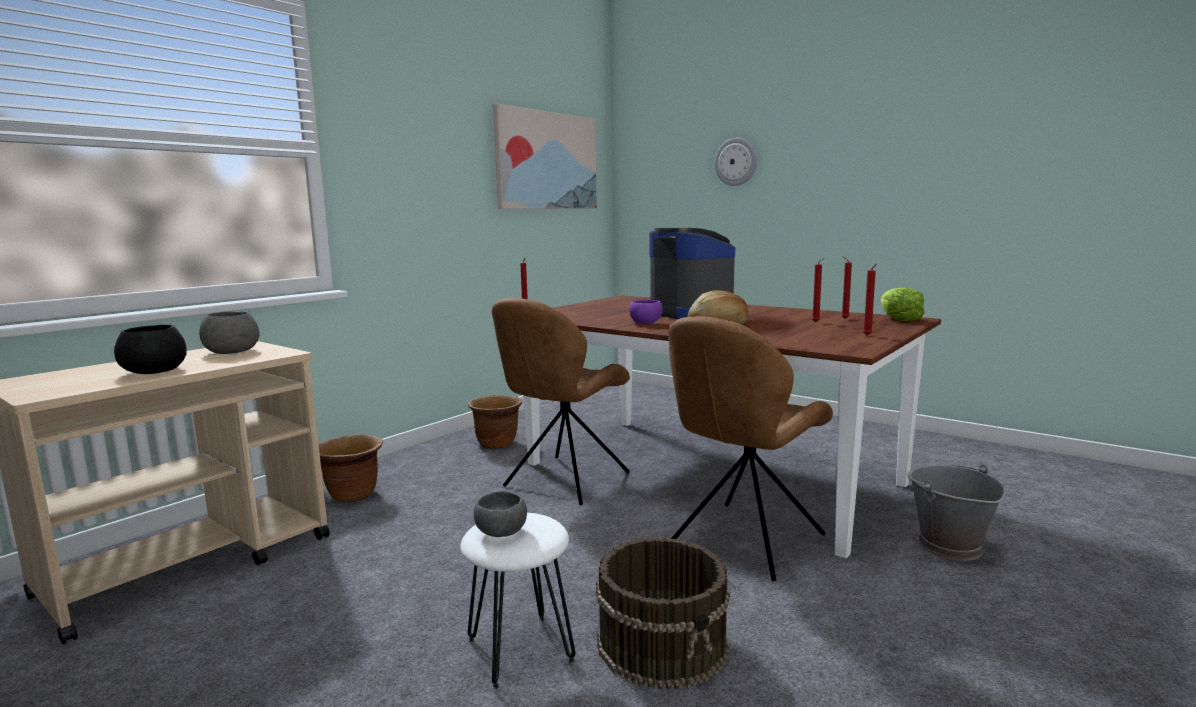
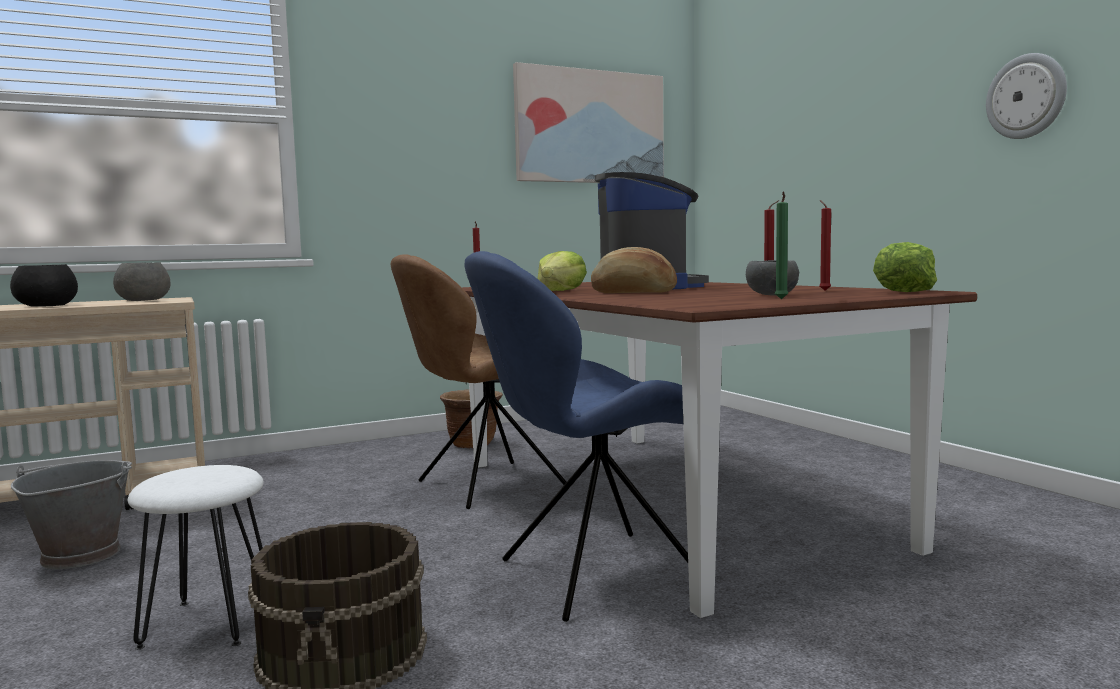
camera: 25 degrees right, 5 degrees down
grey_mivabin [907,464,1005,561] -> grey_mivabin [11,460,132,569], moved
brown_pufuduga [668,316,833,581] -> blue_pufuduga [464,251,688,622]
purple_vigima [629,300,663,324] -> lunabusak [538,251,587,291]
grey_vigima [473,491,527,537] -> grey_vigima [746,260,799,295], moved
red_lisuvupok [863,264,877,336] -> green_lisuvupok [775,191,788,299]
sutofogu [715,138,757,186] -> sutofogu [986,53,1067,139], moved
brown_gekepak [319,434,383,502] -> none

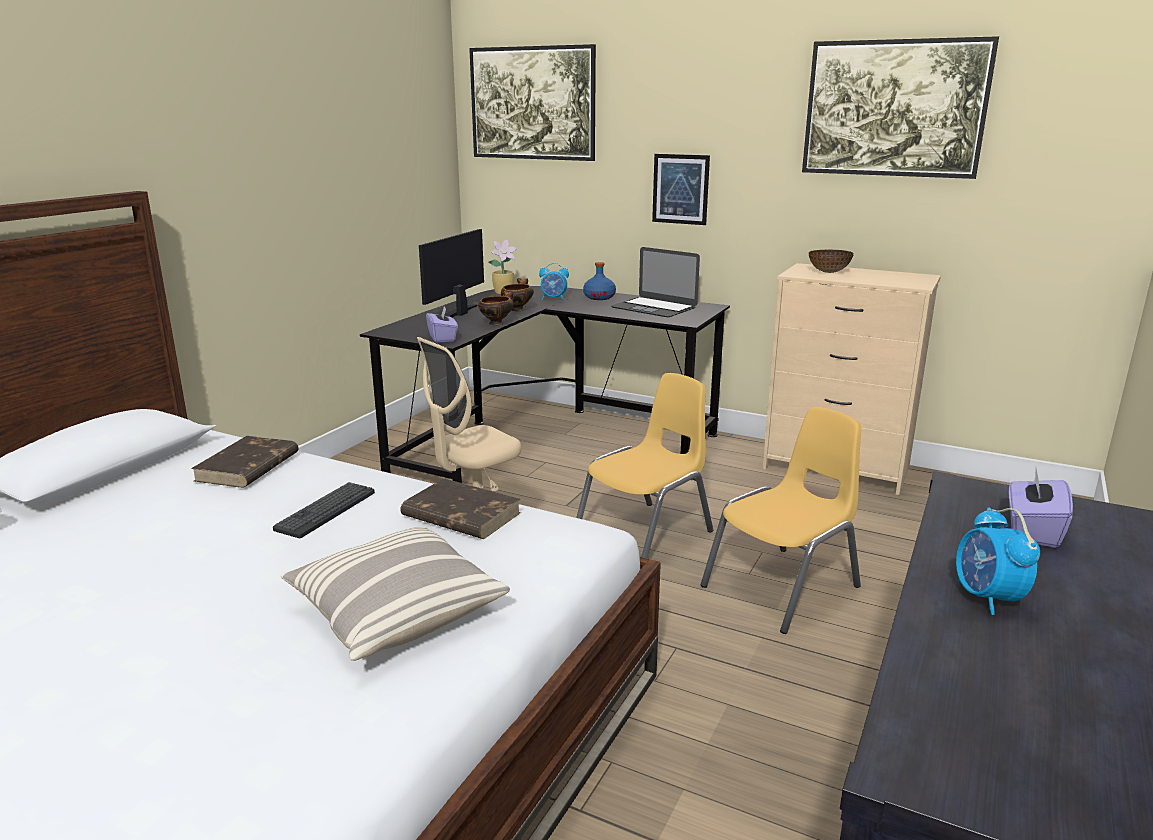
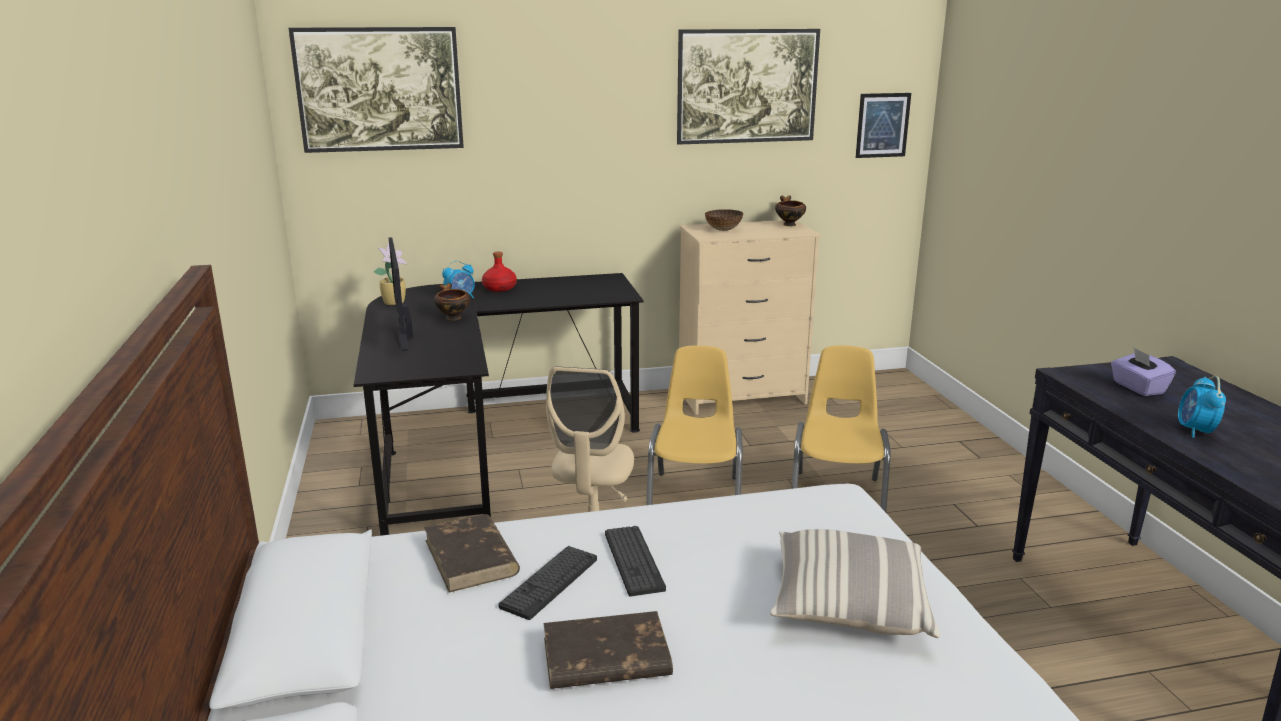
camera: 40 degrees left, 0 degrees up
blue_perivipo [583,262,616,300] -> red_perivipo [482,252,517,292]
none -> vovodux [499,546,597,620]
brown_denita [400,478,521,539] -> brown_denita [544,611,673,689], moved
vigima [478,290,514,325] -> vigima [775,195,806,226], moved
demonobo [652,154,710,225] -> demonobo [856,93,911,158], moved
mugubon [956,507,1040,615] -> mugubon [1178,376,1226,438], 60 degrees clockwise
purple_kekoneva [426,306,458,343] -> none
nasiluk [611,247,700,317] -> none

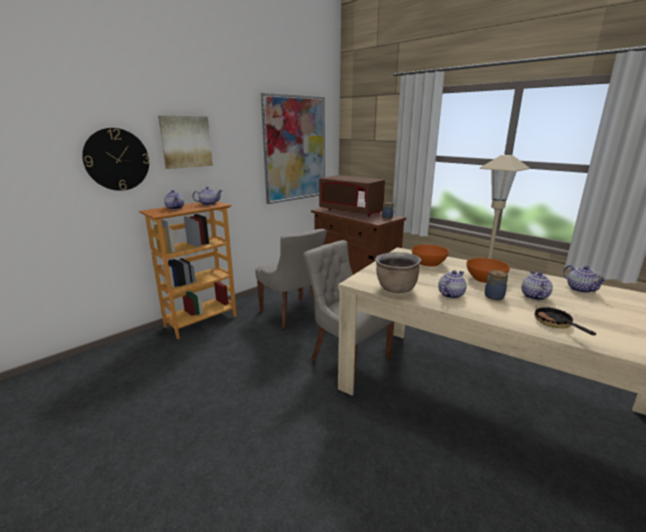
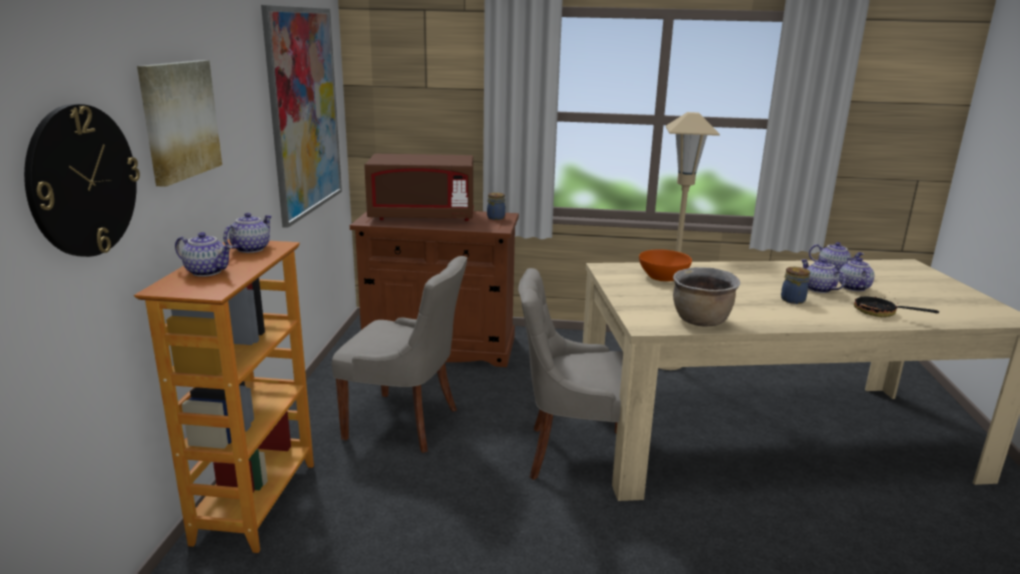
camera: 40 degrees left, 0 degrees up
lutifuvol [438,270,466,299] -> lutifuvol [839,258,874,292], moved
orange_vigima [466,258,510,283] -> none

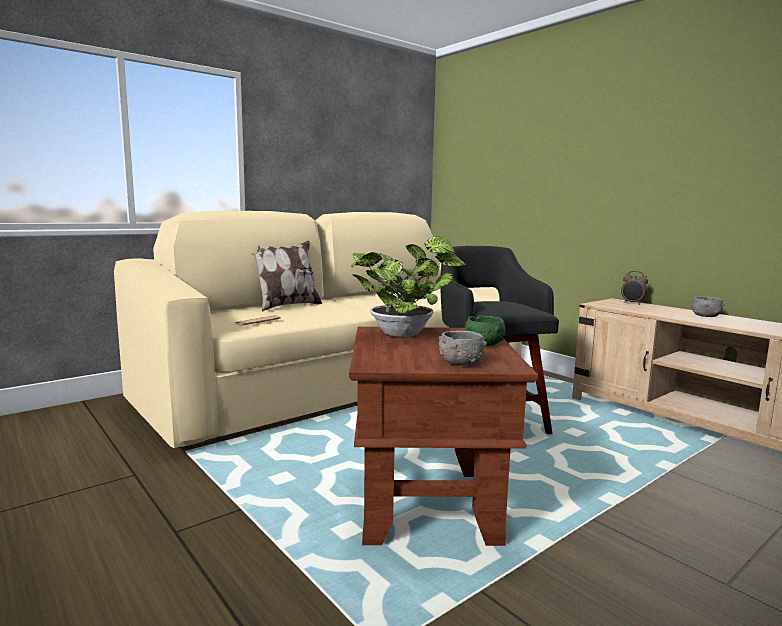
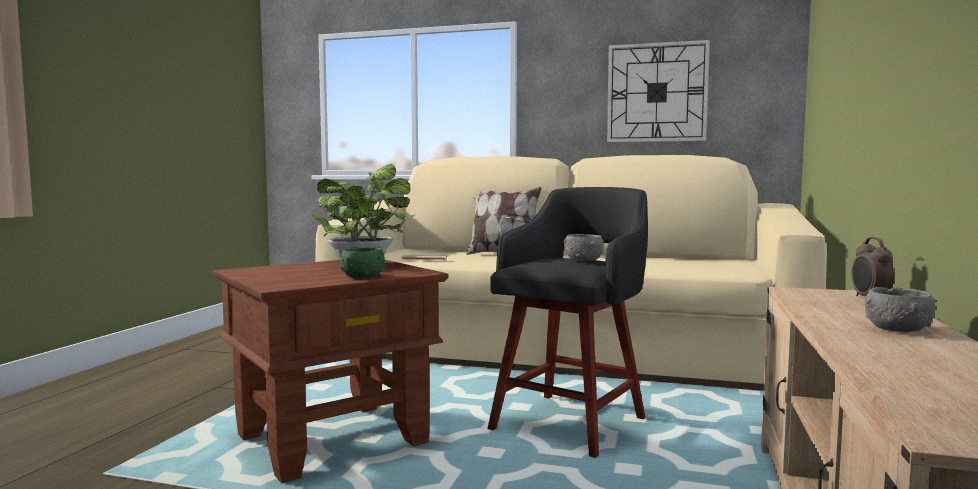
camera: 55 degrees right, 5 degrees down
grey_vigima [439,331,487,365] -> grey_vigima [563,234,604,261], moved
none -> sutofogu [607,40,710,142]

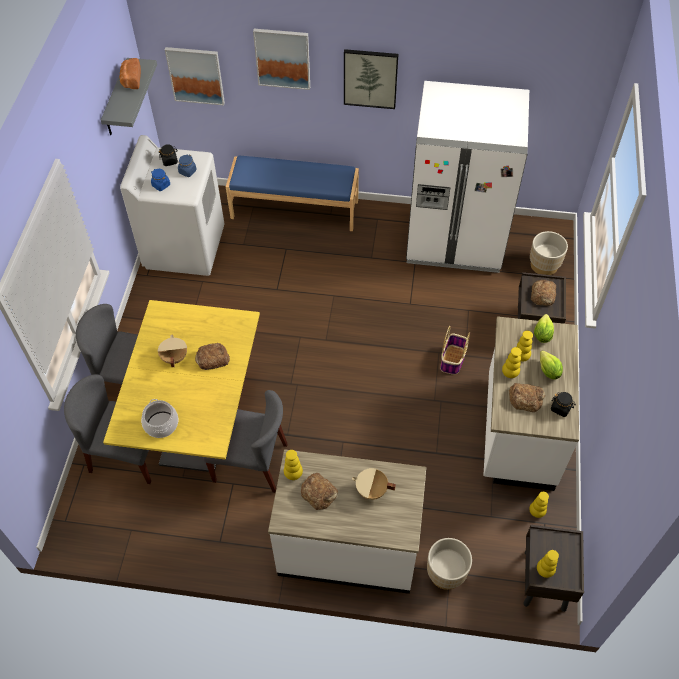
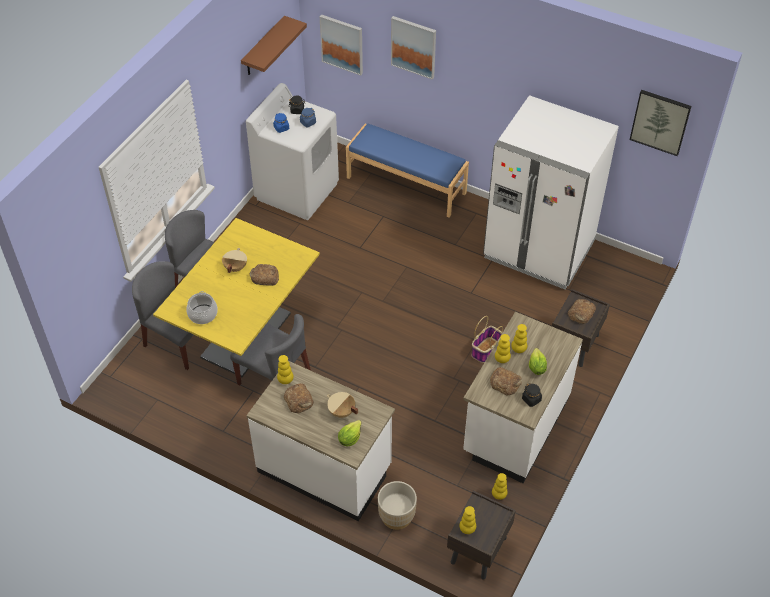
camera: 20 degrees right, 5 degrees down
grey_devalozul [101,58,157,135] -> brown_devalozul [241,16,307,75]
lunabusak [534,314,554,343] -> lunabusak [338,420,362,447], moved
demonobo [344,49,398,109] -> demonobo [630,90,692,156], moved
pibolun [120,58,141,89] -> none
beige_gekepak [530,231,568,275] -> none

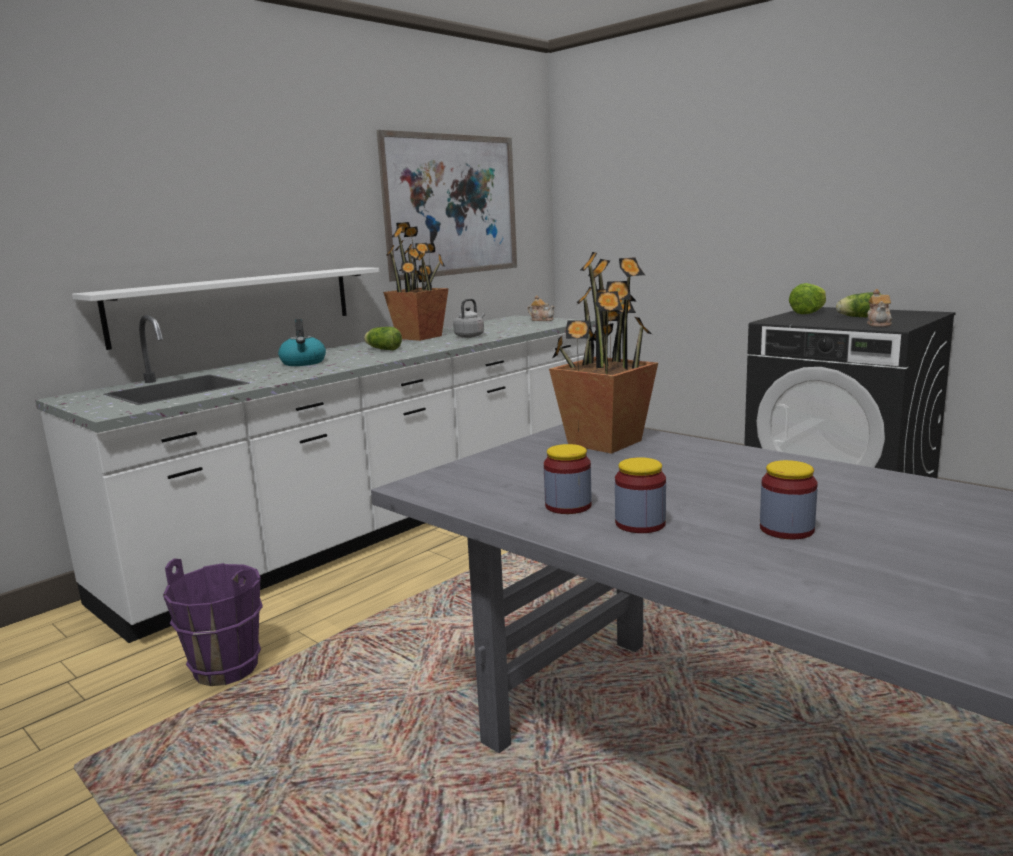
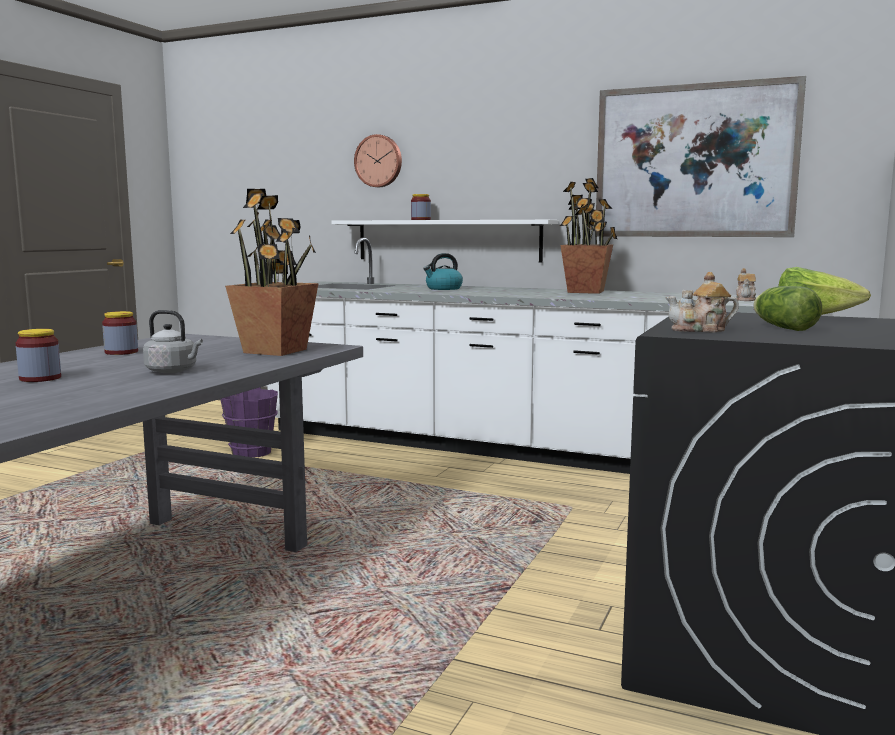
camera: 70 degrees right, 5 degrees down
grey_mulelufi [453,298,485,338] -> grey_mulelufi [143,310,203,373], moved
none -> sutofogu [354,134,402,187]
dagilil [615,457,666,533] -> dagilil [411,194,431,220], moved
lunabusak [364,327,402,350] -> none

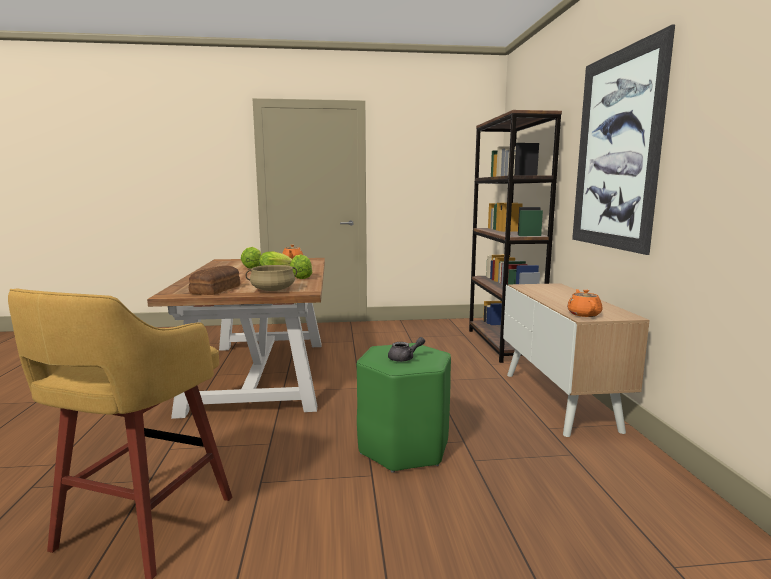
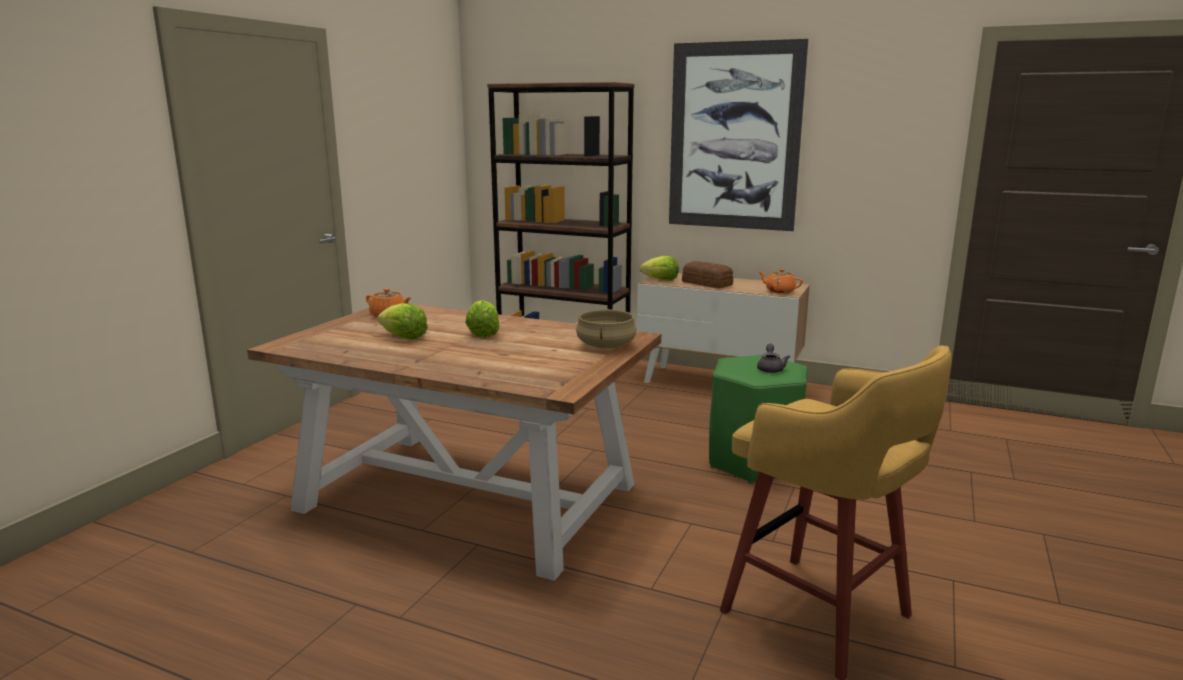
camera: 60 degrees left, 5 degrees up
lunabusak [290,254,312,279] -> lunabusak [640,256,679,281], moved
pibolun [189,266,240,295] -> pibolun [682,261,733,289], moved

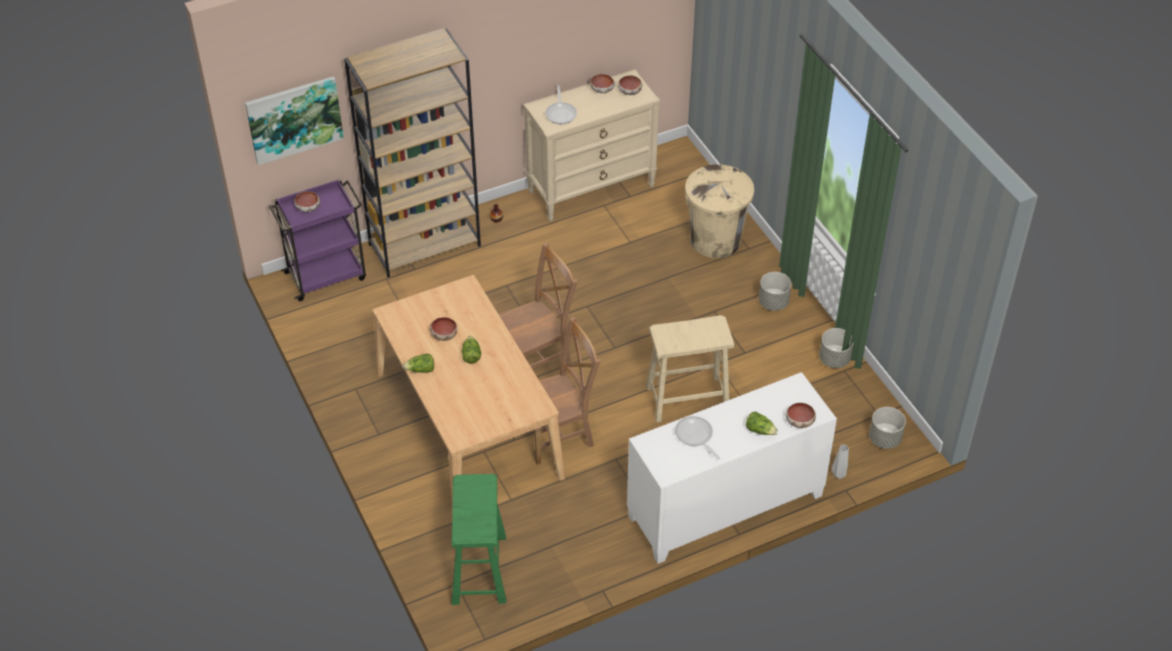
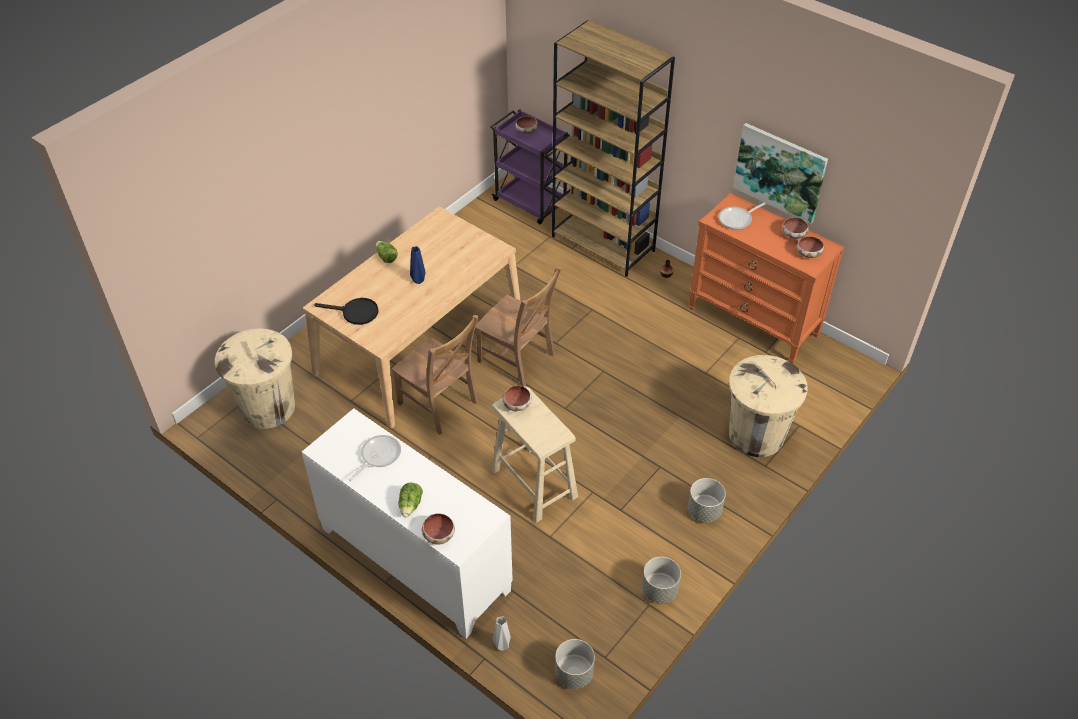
camera: 65 degrees right, 0 degrees up
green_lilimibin [452,474,506,605] -> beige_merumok [215,329,295,429]
none -> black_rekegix [314,298,379,325]
lunabusak [462,336,481,364] -> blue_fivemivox [410,246,426,284]
vigima [430,317,458,341] -> vigima [503,386,532,411], moved
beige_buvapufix [523,69,660,221] -> orange_buvapufix [689,193,845,364]
demonobo [245,76,344,165] -> demonobo [733,123,828,224], moved

